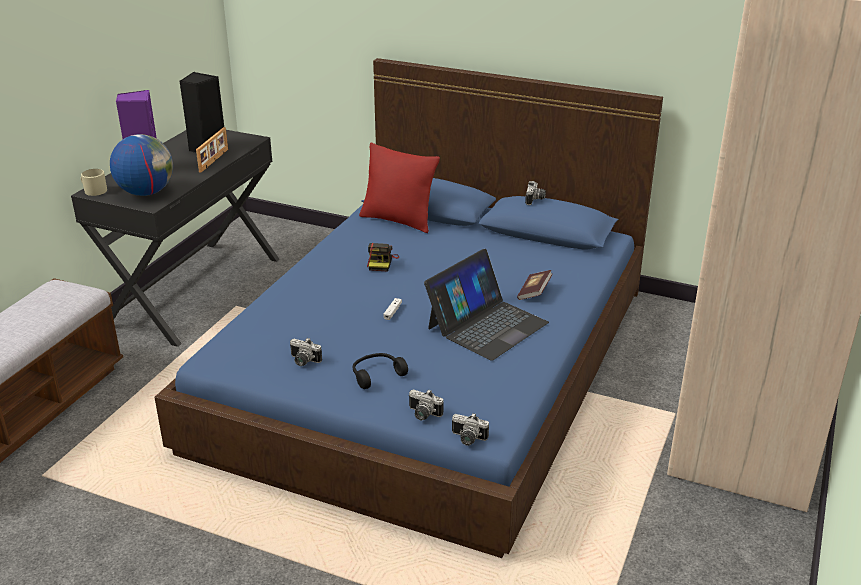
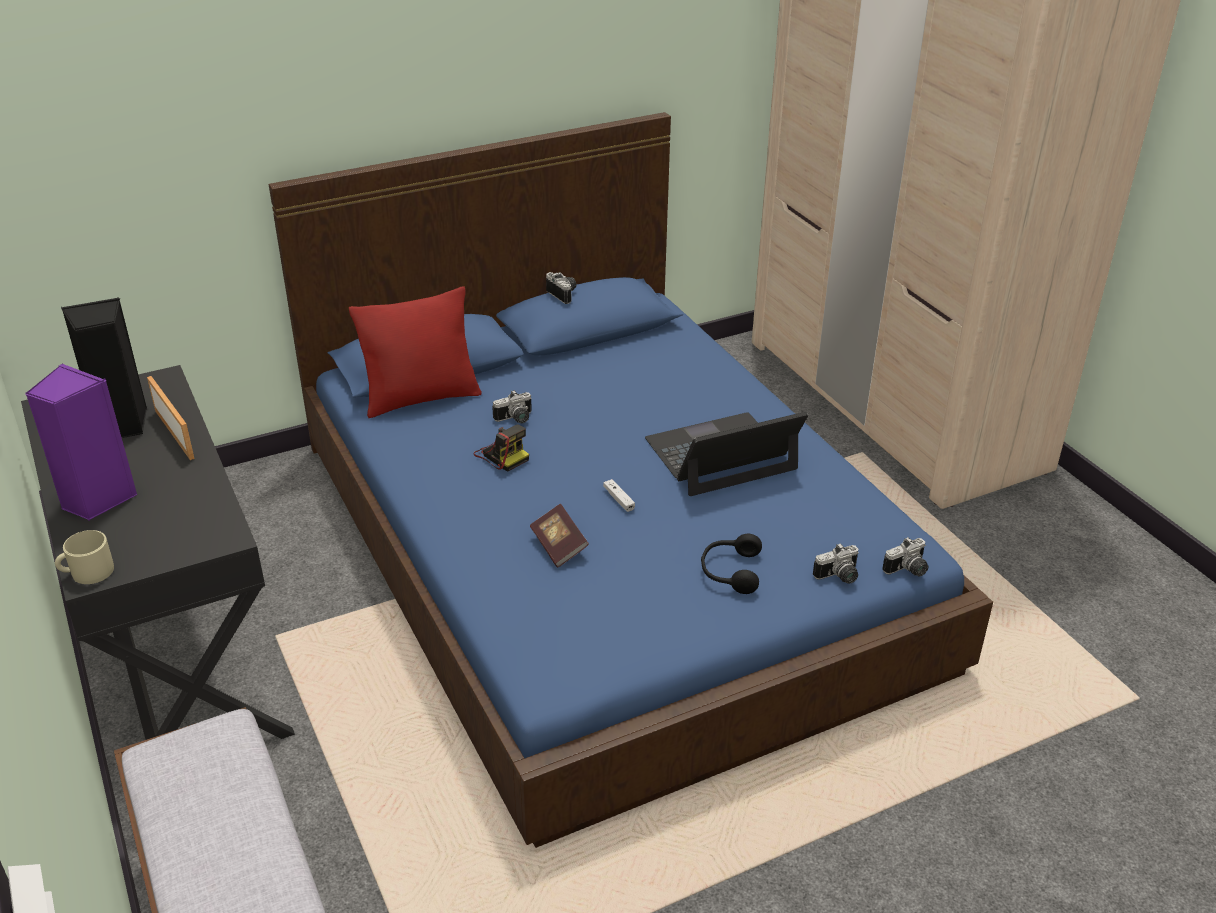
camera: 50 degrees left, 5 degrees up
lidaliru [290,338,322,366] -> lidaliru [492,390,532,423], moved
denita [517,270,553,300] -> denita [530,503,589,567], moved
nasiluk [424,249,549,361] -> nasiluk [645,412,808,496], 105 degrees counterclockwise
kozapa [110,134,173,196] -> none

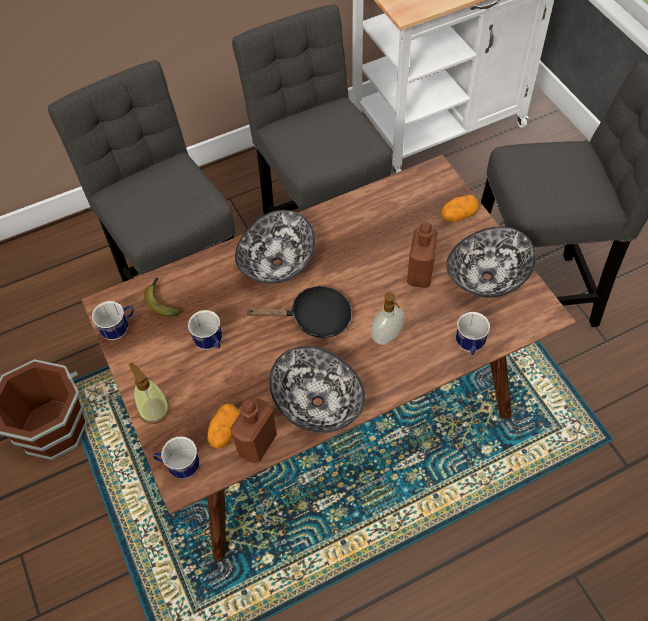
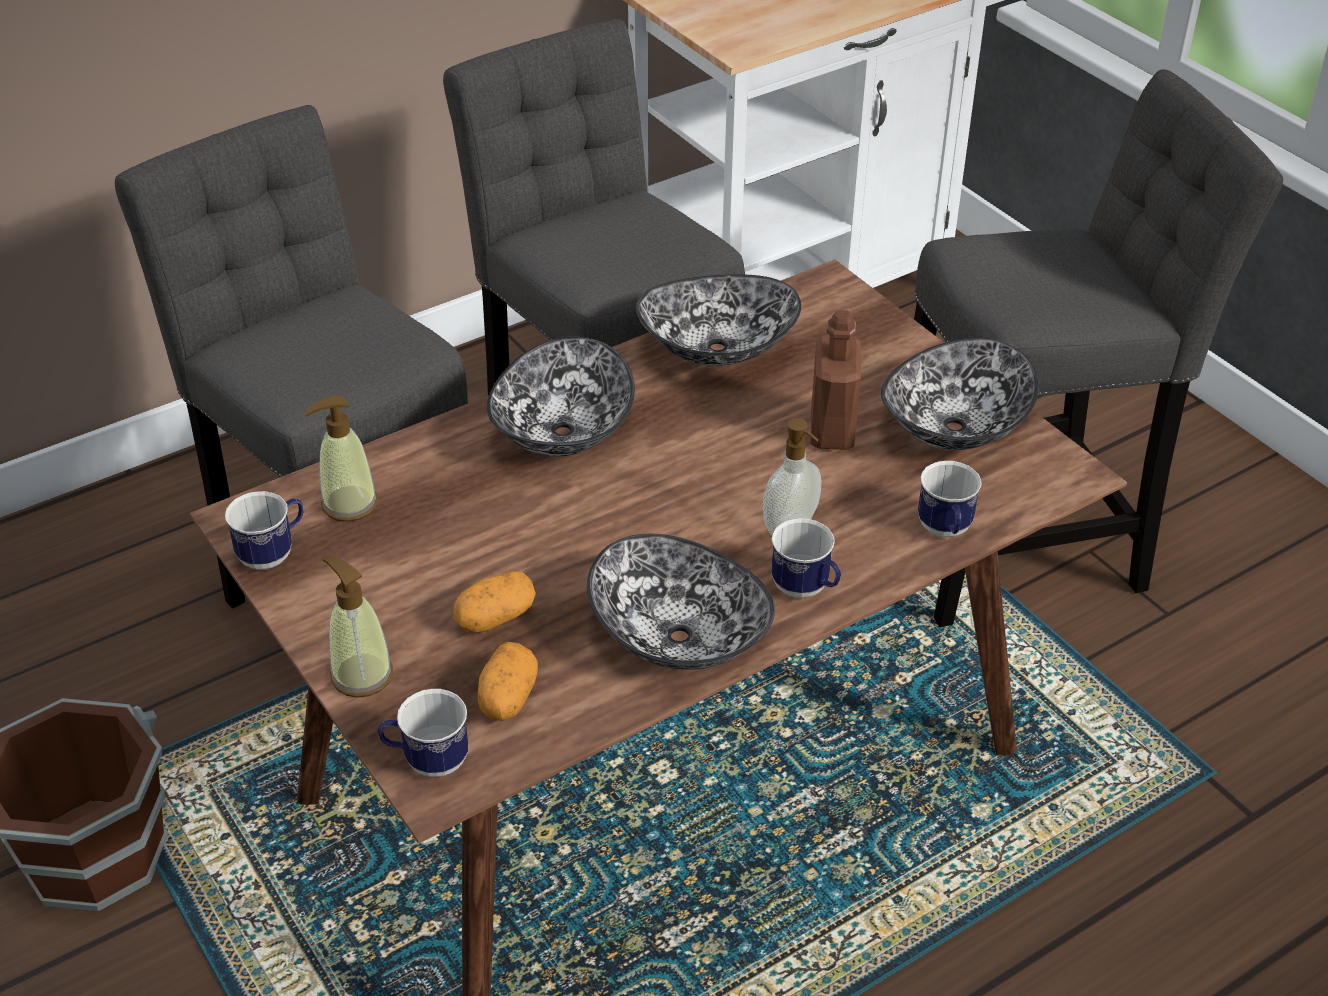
camera: 10 degrees left, 15 degrees down
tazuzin [144,277,180,317] -> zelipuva [304,395,378,522]
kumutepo [441,195,479,222] -> kumutepo [453,571,536,632], moved
none -> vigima [636,274,801,366]
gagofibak [188,310,222,350] -> gagofibak [771,518,841,598], moved
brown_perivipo [230,398,277,463] -> none
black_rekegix [245,285,352,338] -> none

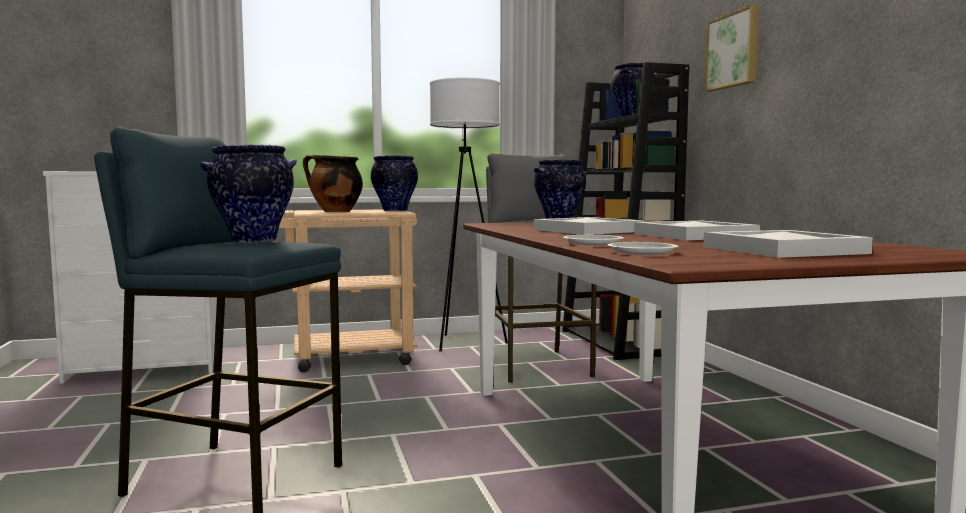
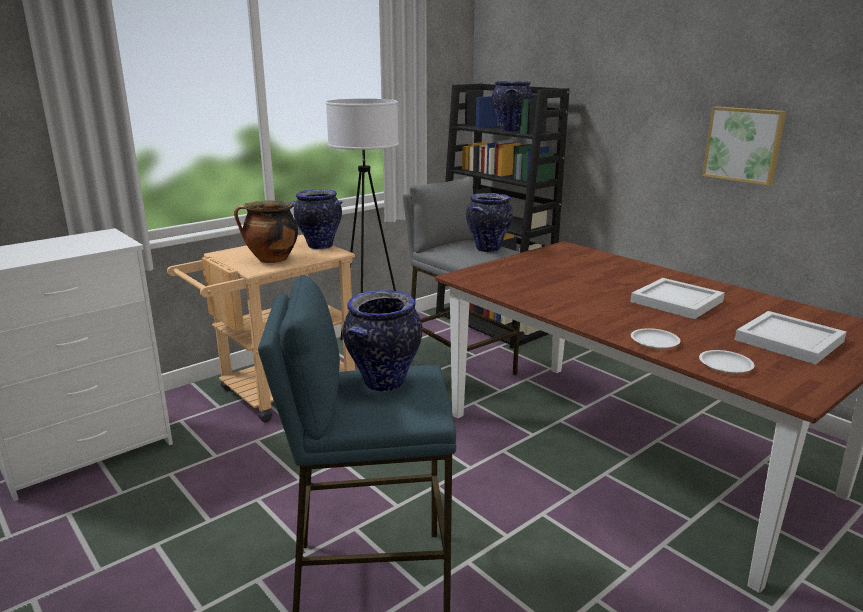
camera: 25 degrees left, 15 degrees up
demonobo [705,5,759,91] -> demonobo [702,106,786,186], moved
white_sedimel [534,217,644,235] -> none

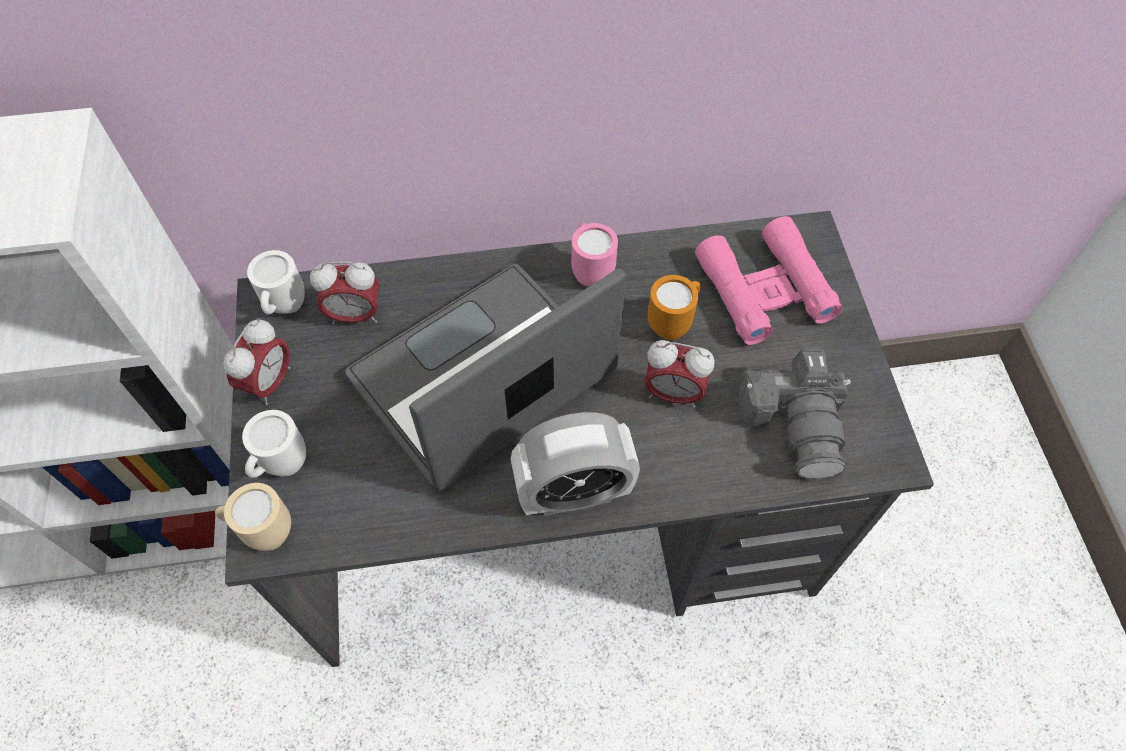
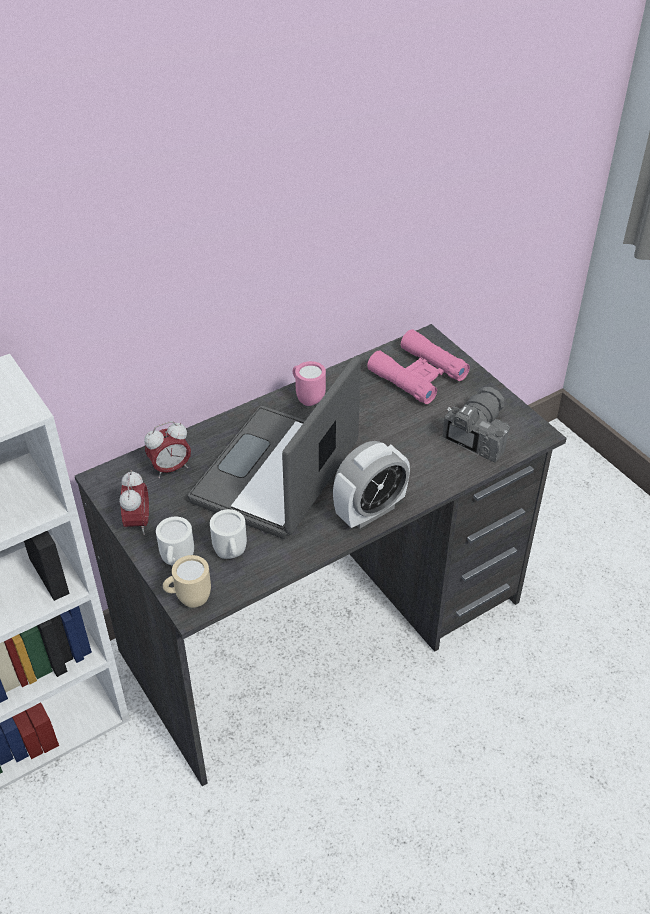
camera: 25 degrees left, 15 degrees down
white_gagofibak [247,250,305,314] -> white_gagofibak [210,509,247,559], moved
lidaliru [739,348,851,479] -> lidaliru [442,387,510,463], 120 degrees counterclockwise
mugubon [644,340,714,408] -> none
orange_gagofibak [648,275,701,340] -> none

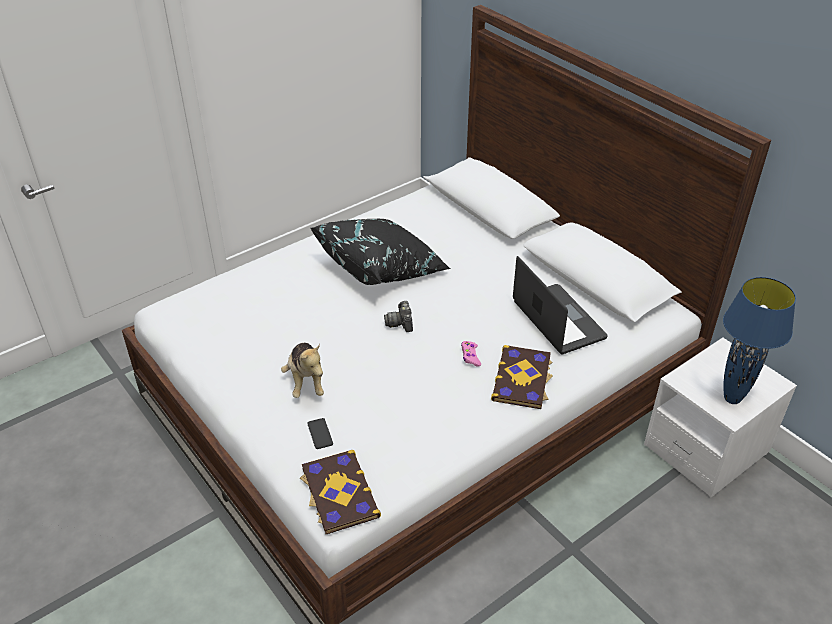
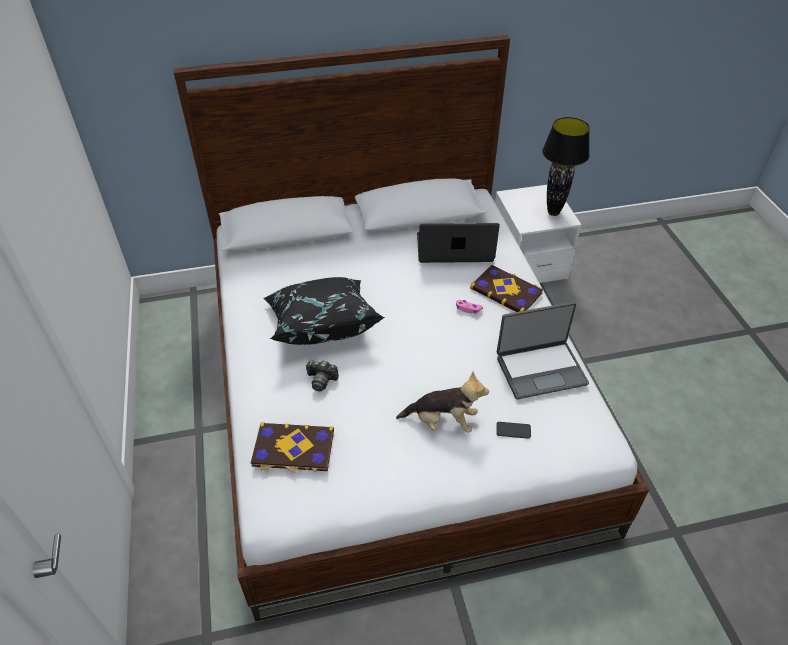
camera: 65 degrees left, 5 degrees up
denita [300,450,381,534] -> denita [251,422,334,472], moved
lidaliru [384,301,413,332] -> lidaliru [306,360,339,391], moved
none -> nasiluk [496,302,589,399]
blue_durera [723,277,796,404] -> black_durera [542,117,590,216]

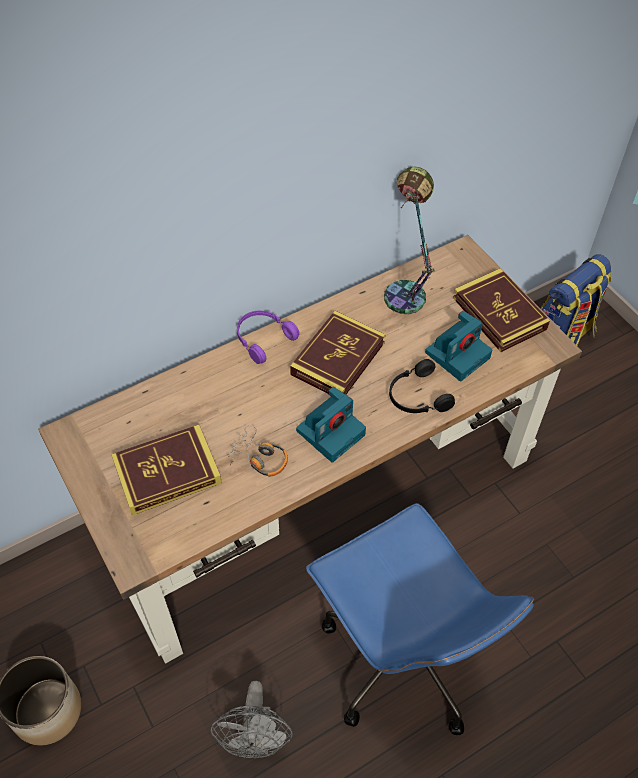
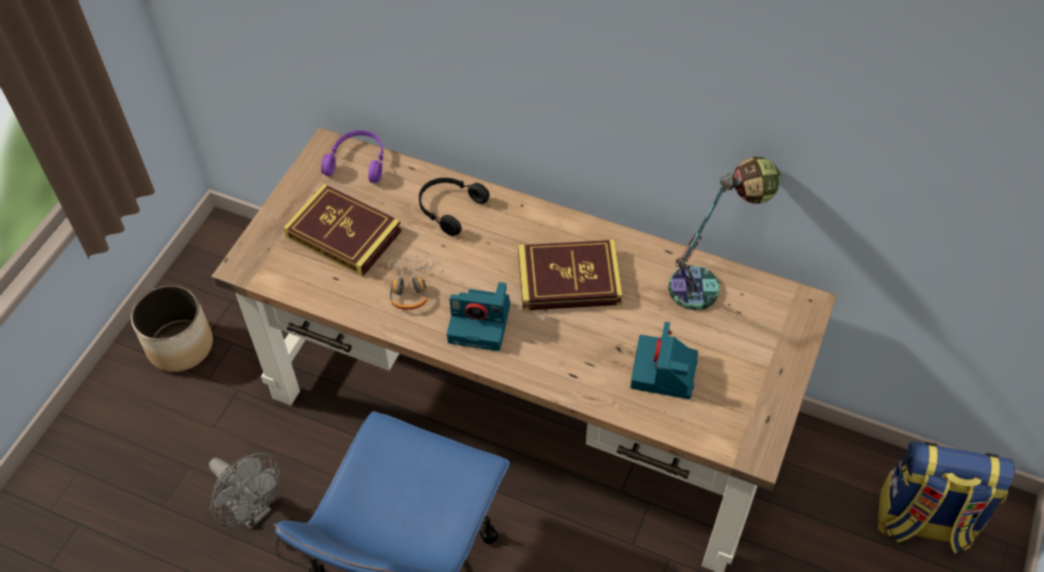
camera: 55 degrees right, 0 degrees up
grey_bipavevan [211,681,293,758] -> grey_bipavevan [209,453,280,529], 105 degrees counterclockwise
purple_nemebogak [237,311,300,364] -> purple_nemebogak [321,130,383,183], moved
black_nemebogak [389,359,455,413] -> black_nemebogak [419,178,489,236], moved
lidaliru [425,311,492,381] -> lidaliru [630,322,698,399], 90 degrees clockwise
denita [453,268,550,352] -> none

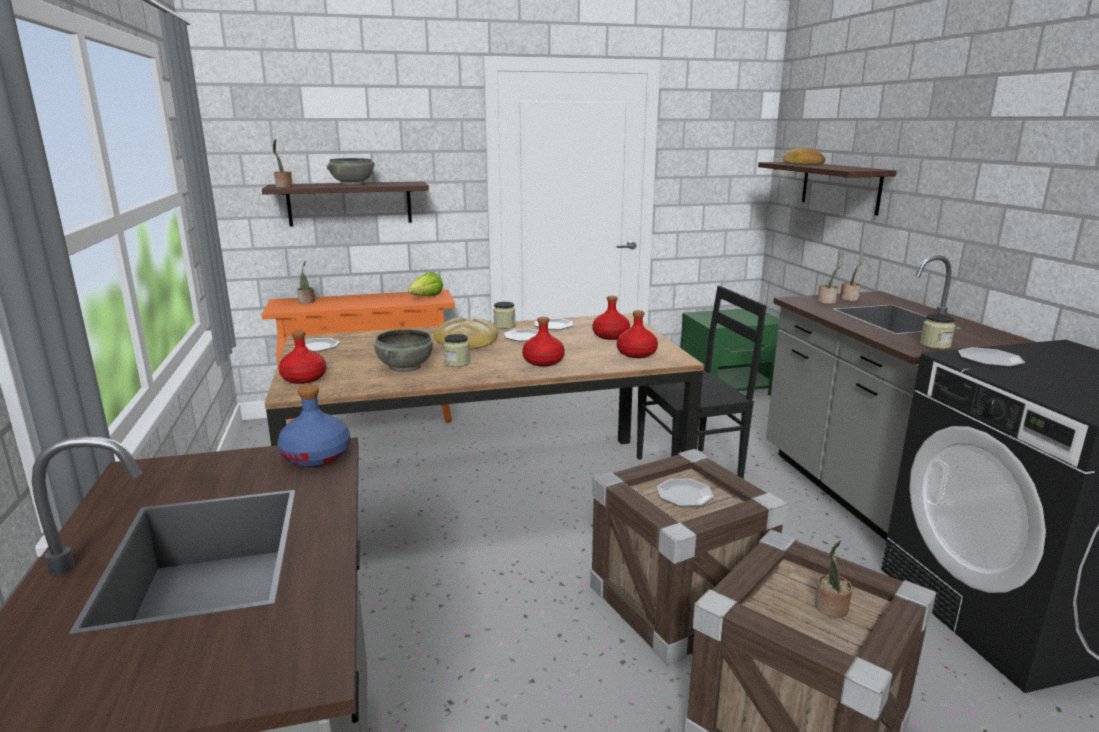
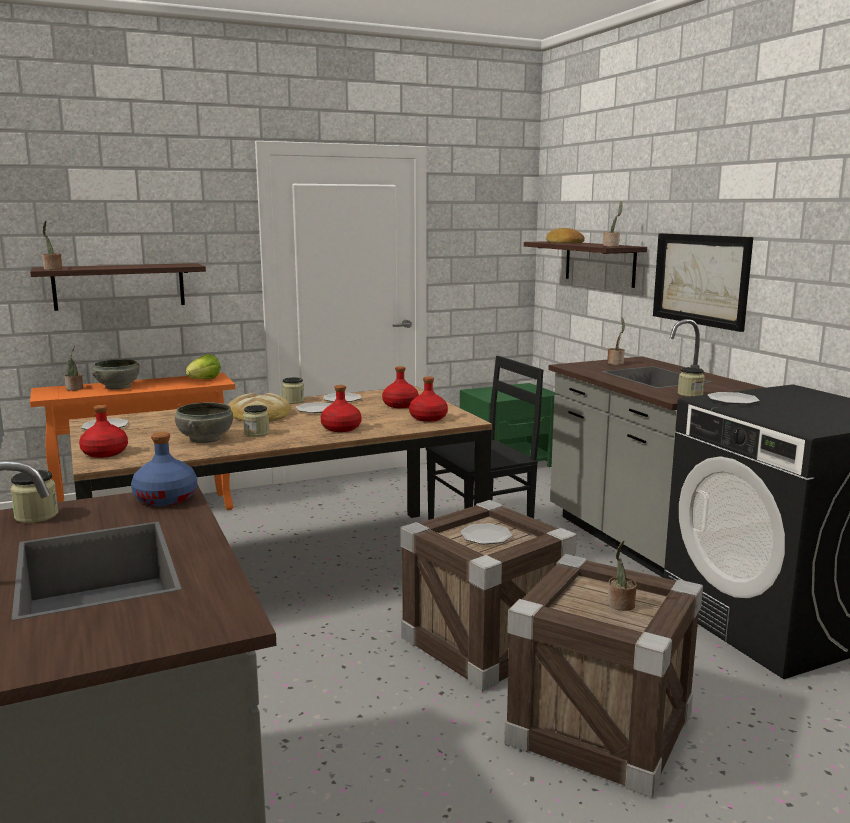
camera: 10 degrees left, 5 degrees down
none -> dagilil [10,470,58,523]
grey_vigima [327,158,375,186] -> grey_vigima [92,359,139,390], moved
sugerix [817,252,844,304] -> sugerix [603,201,623,247], moved
none -> demonobo [653,233,753,332]

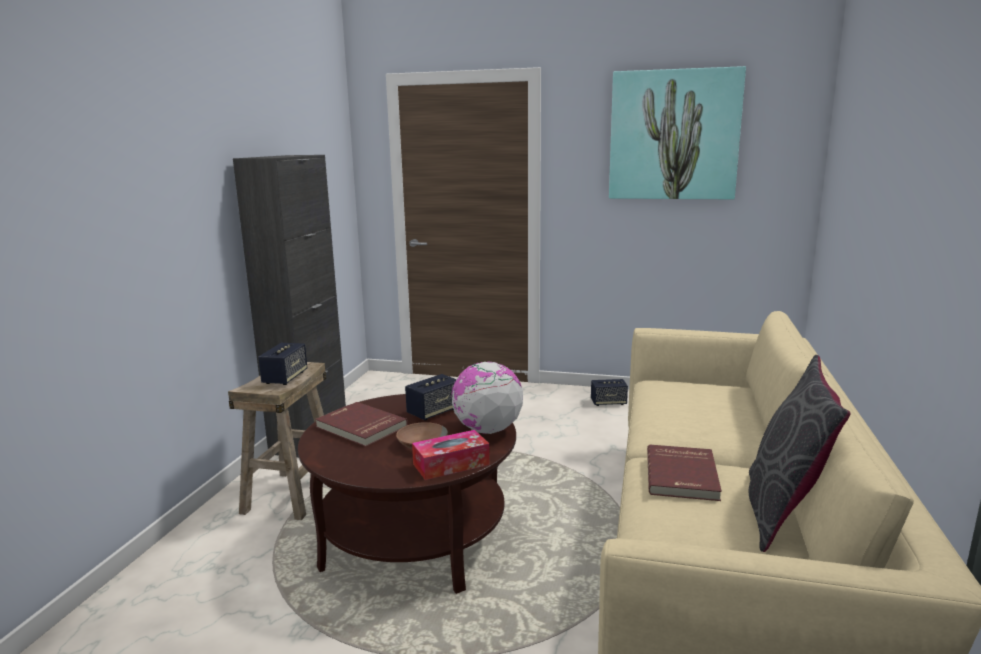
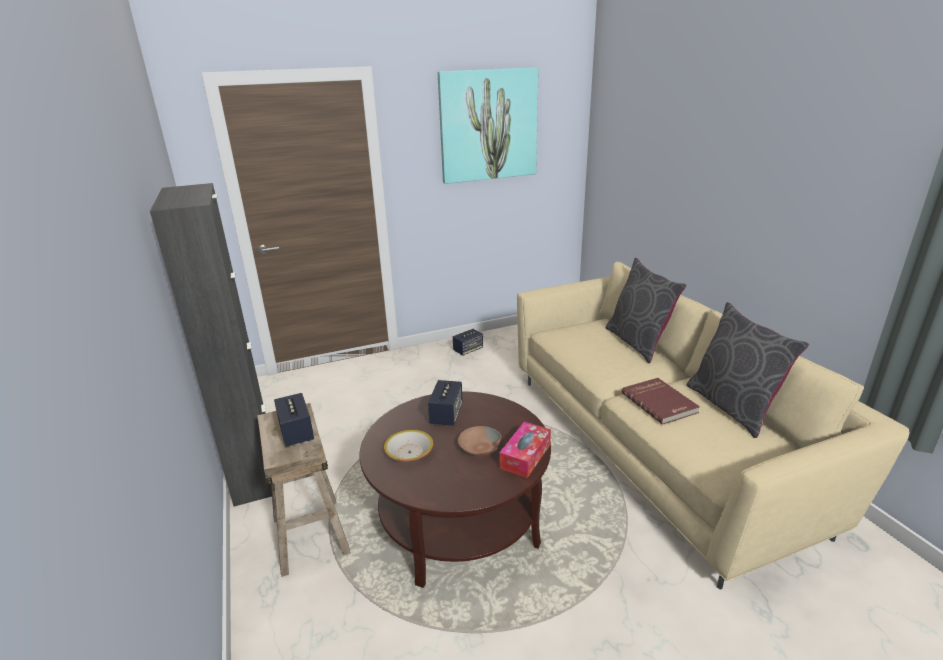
camera: 35 degrees left, 10 degrees up
red_denita [315,402,408,447] -> vigima [384,430,433,462]
none -> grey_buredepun [605,258,686,363]
kozapa [451,361,523,434] -> none

